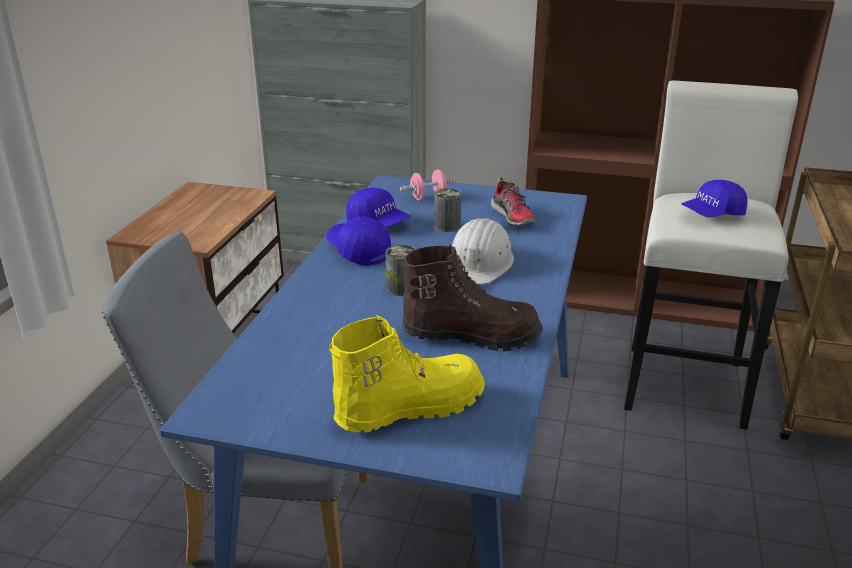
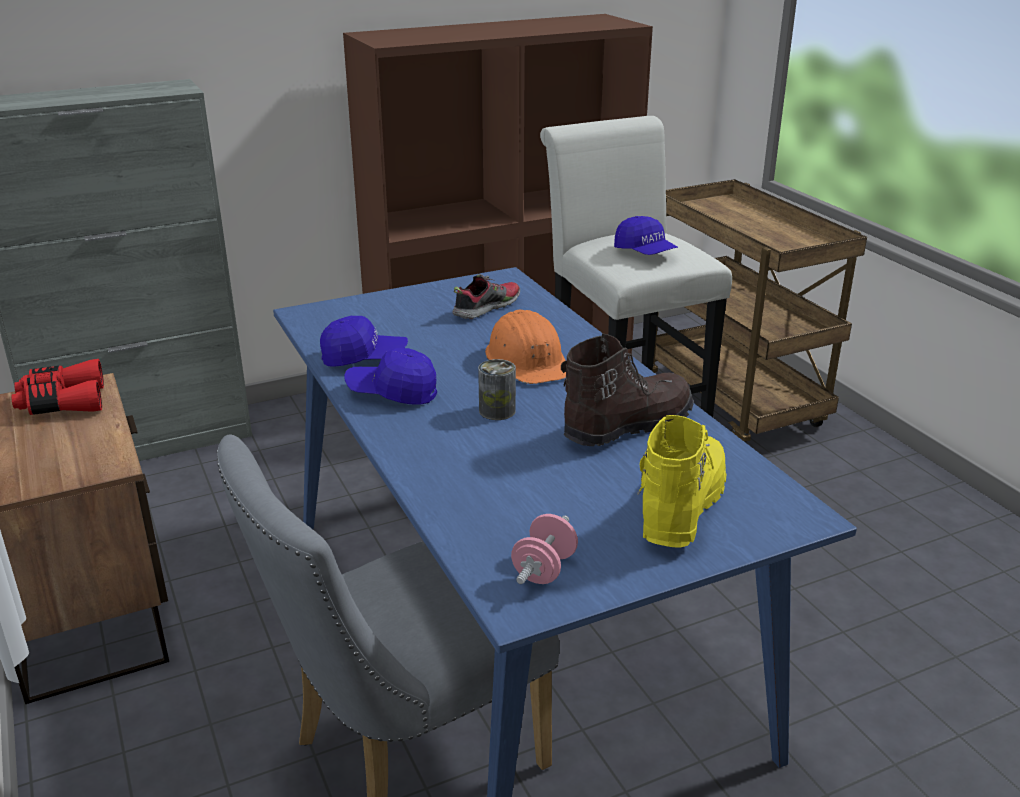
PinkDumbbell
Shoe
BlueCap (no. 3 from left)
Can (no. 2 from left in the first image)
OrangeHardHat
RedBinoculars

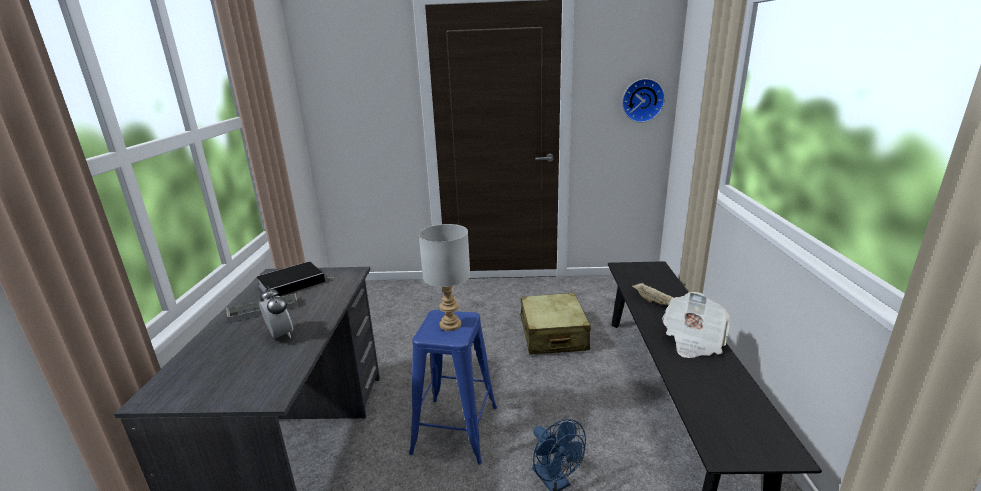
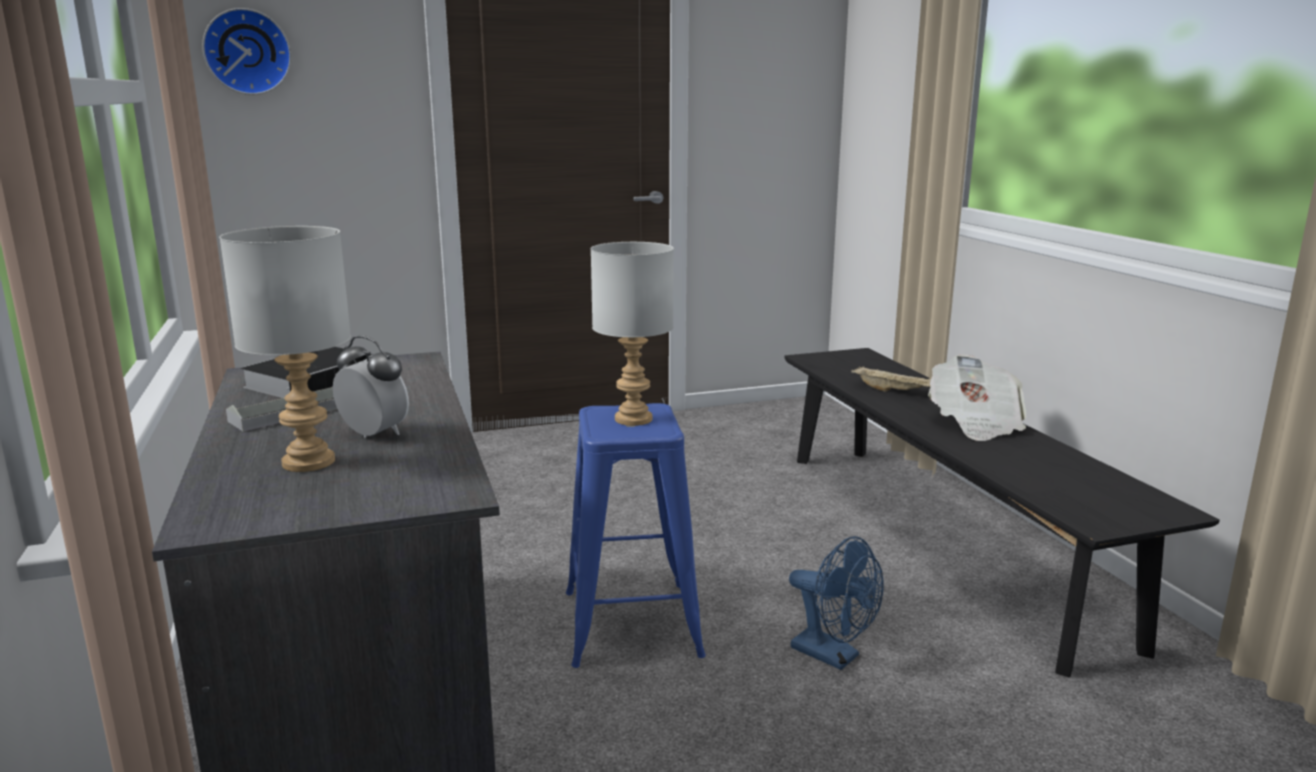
WallClock
BeigeSuitcase
GreyTableLamp (no. 1 from left)

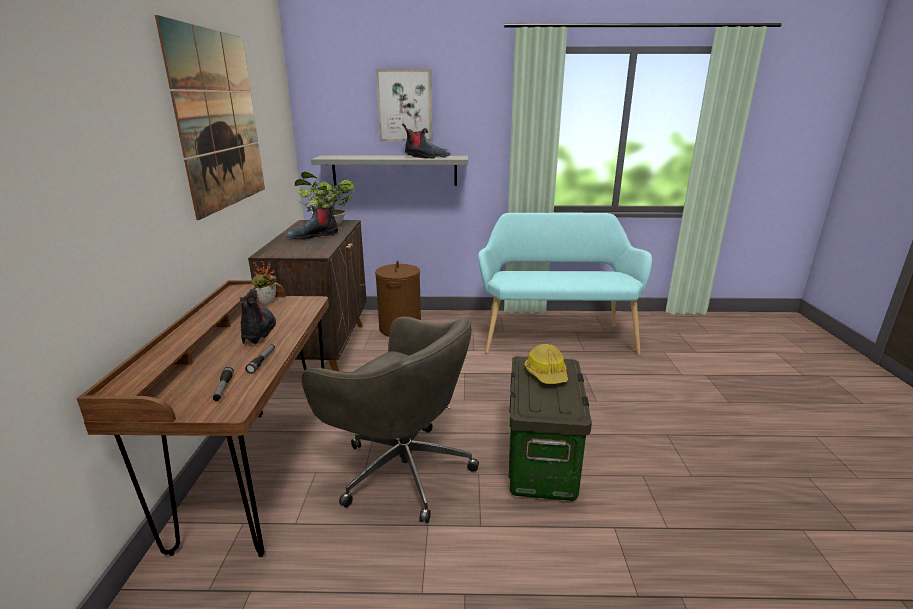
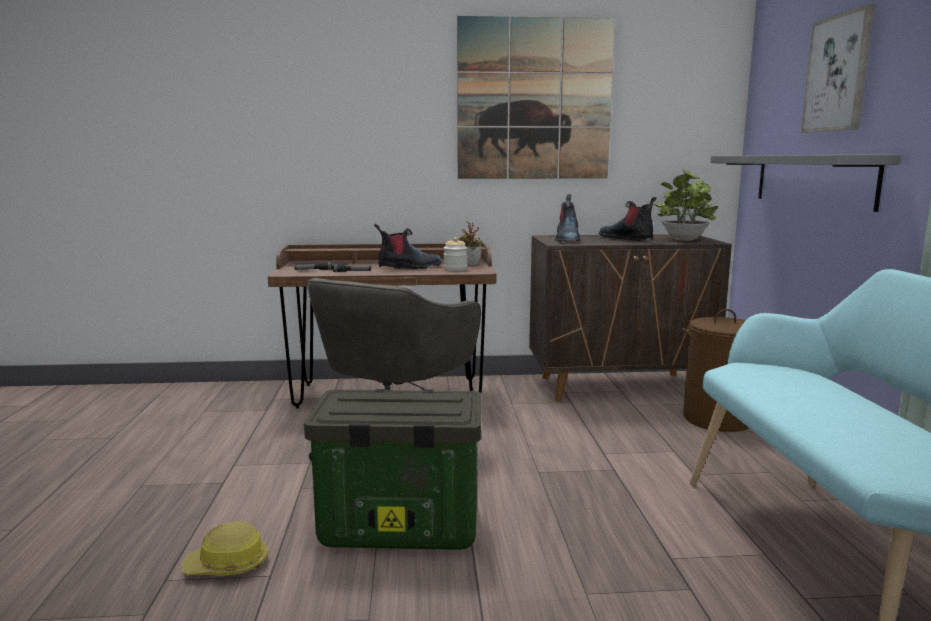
Boot (no. 2 from left)
HardHat
Jar

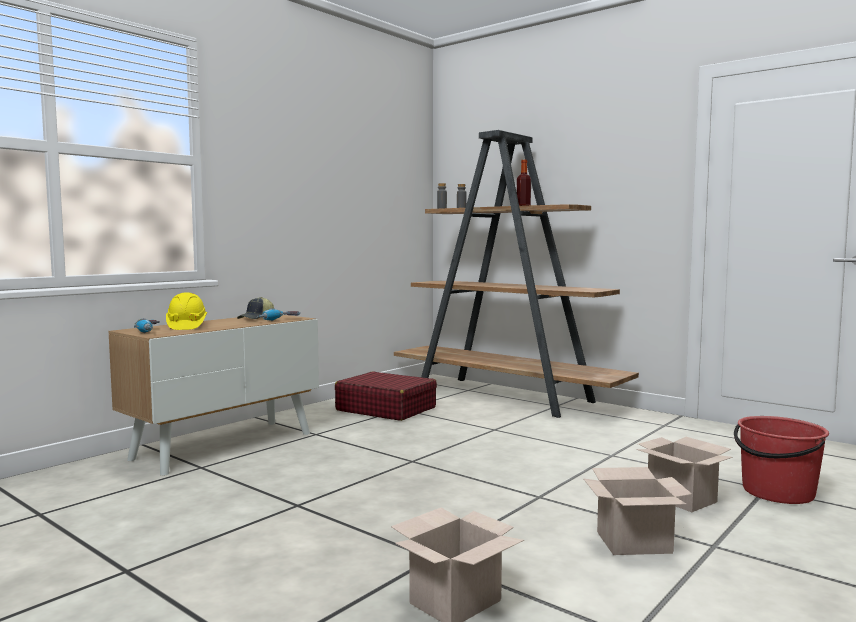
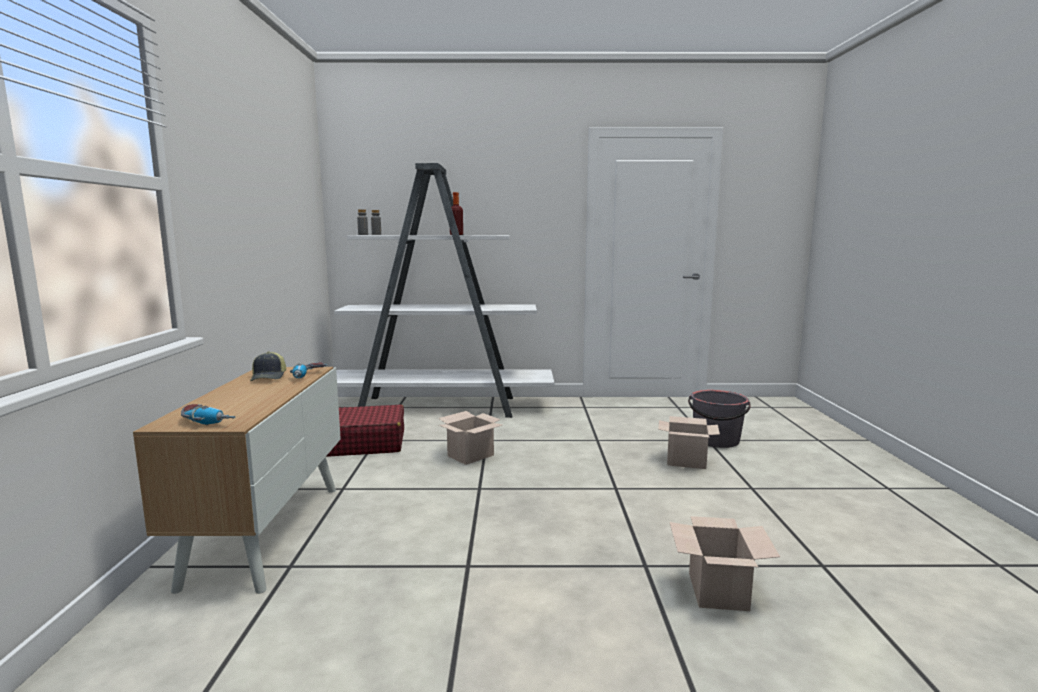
WhiteBookcase
YellowHardHat
GreyBucket
CardboardBox (no. 1 from left)

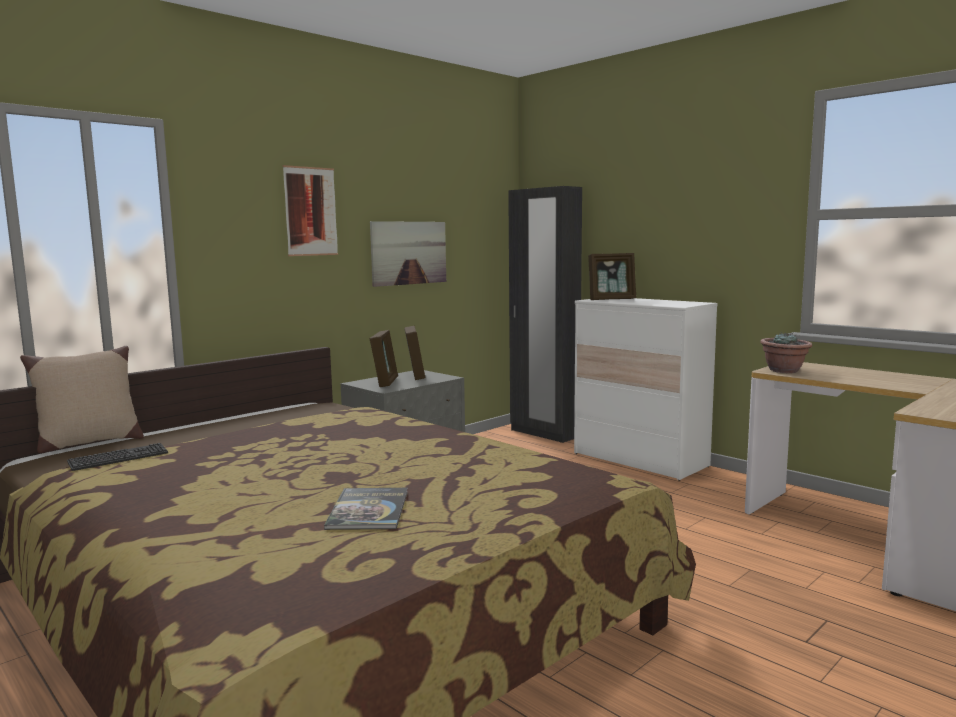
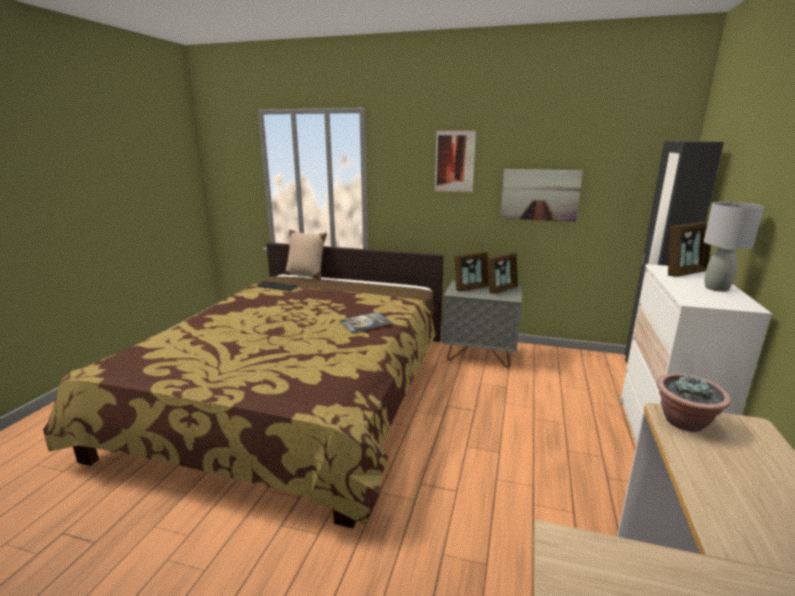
PictureFrame (no. 3 from left)
Book
GreyTableLamp

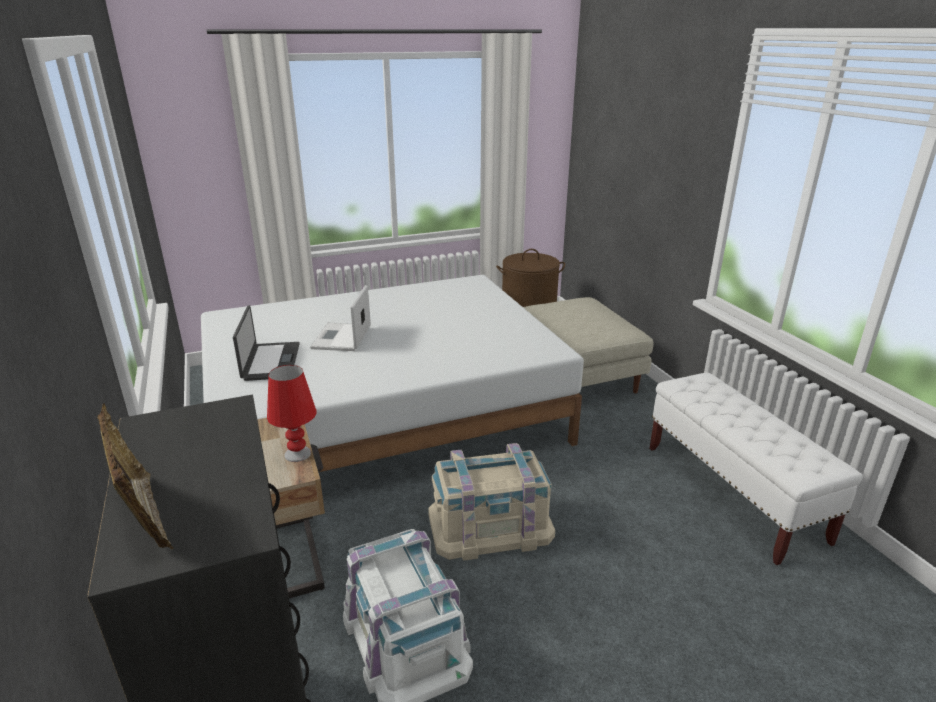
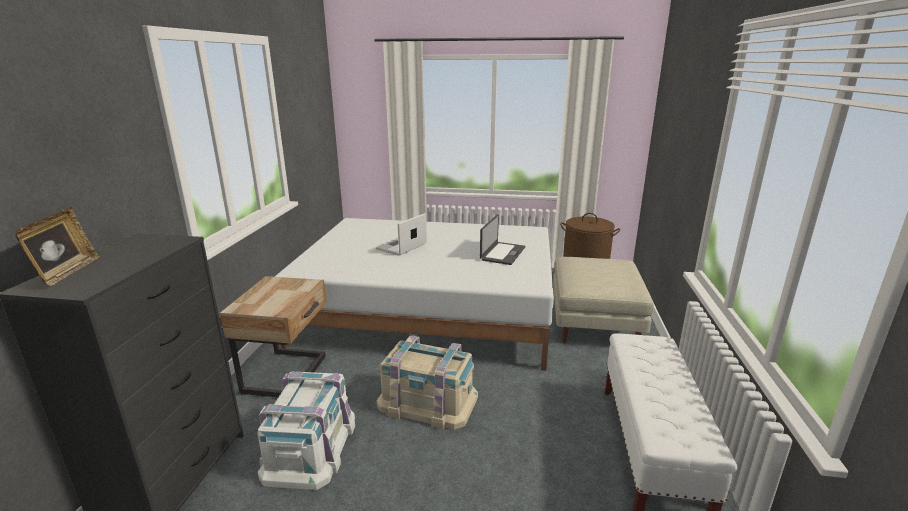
Laptop (no. 2 from left)
RedTableLamp

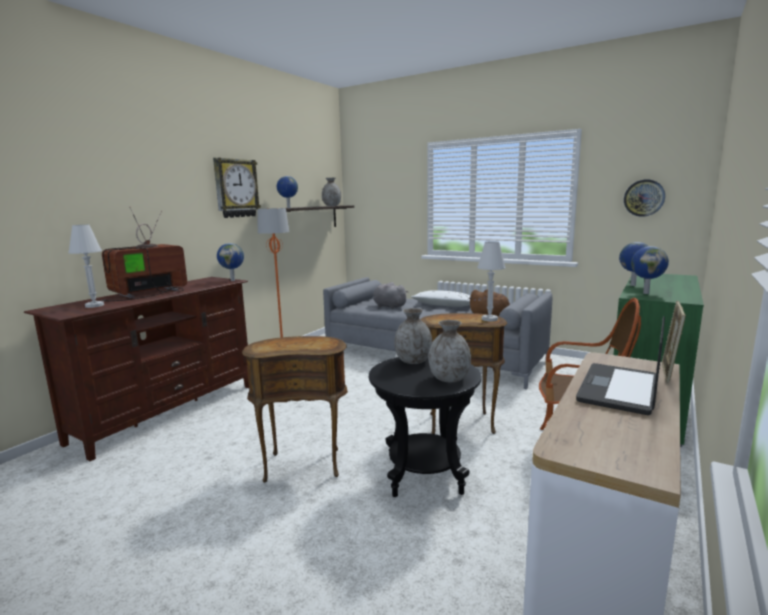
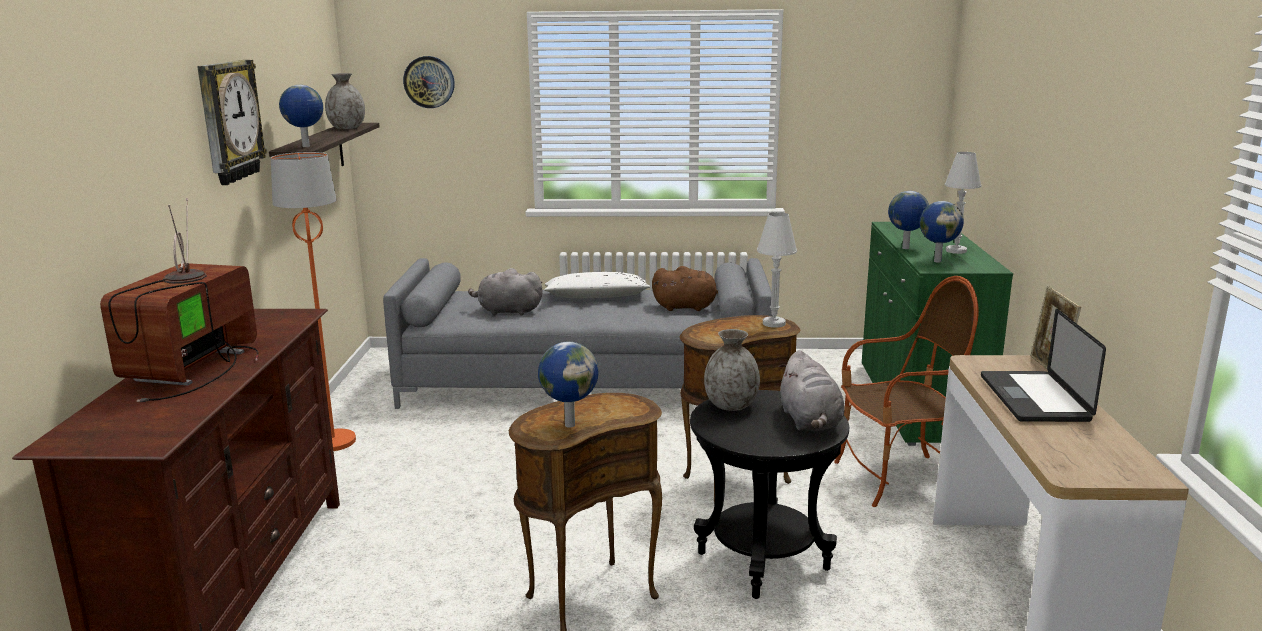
WallClock (no. 2 from left)
WhiteTableLamp (no. 2 from left)
Globe (no. 2 from left)
GreyPlushToy (no. 2 from left)

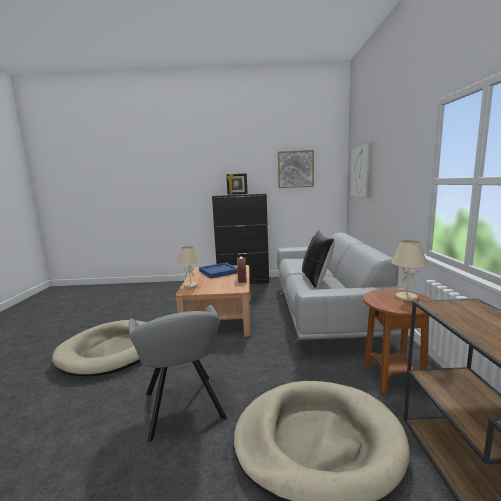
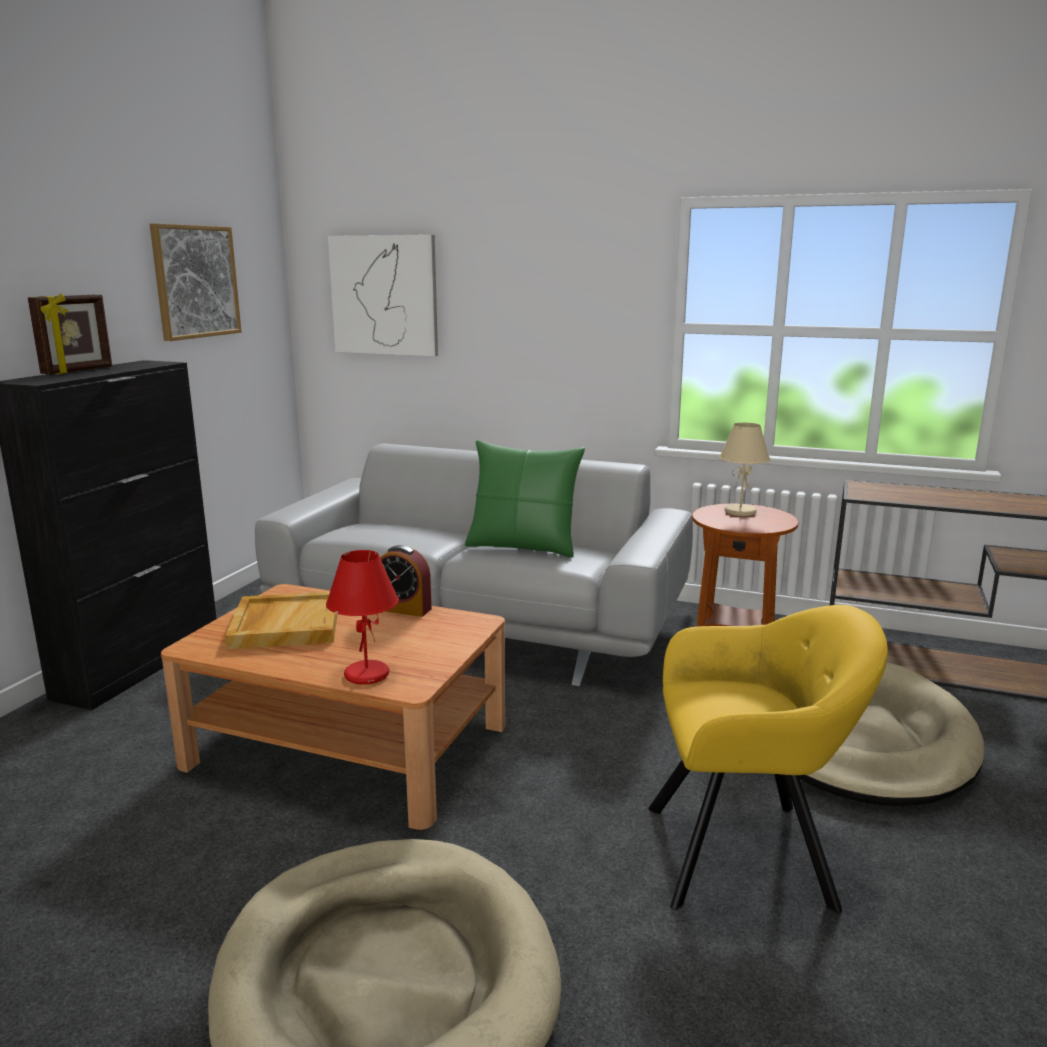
GreenPillow
RedTableLamp
BeigeTray
YellowArmchair

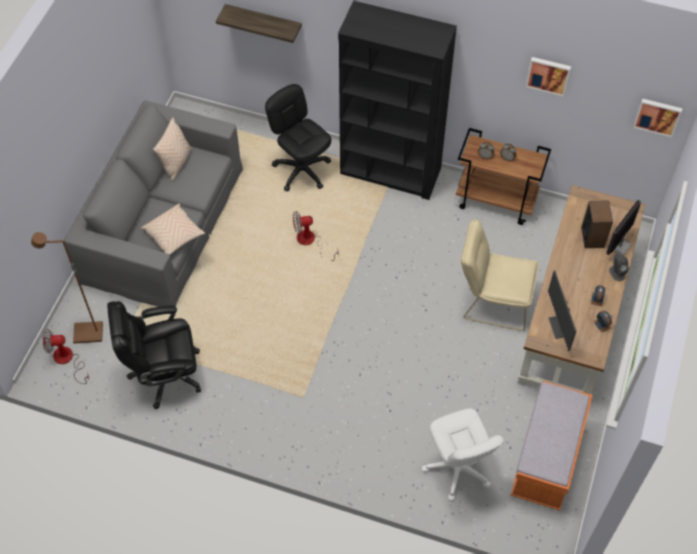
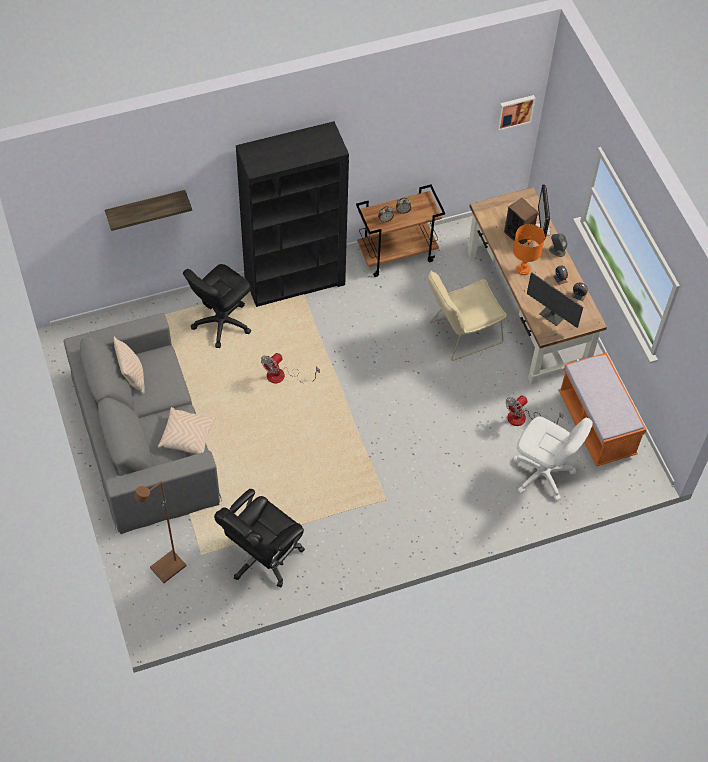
Picture (no. 1 from left in the first image)
BlackOfficeChair (no. 1 from left)
Fan (no. 2 from left)
OrangeTableLamp

